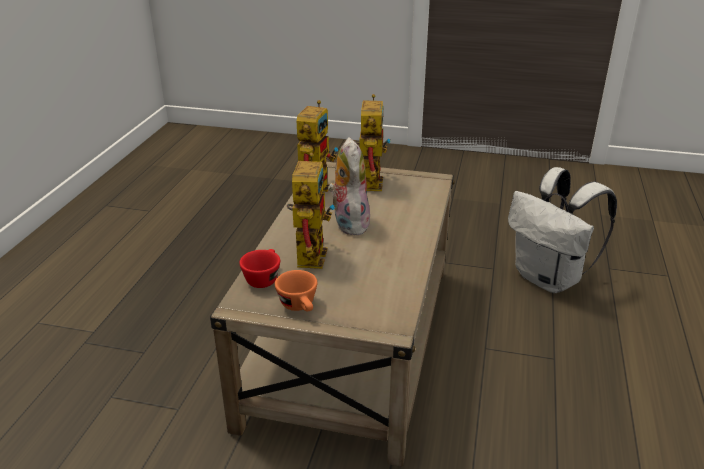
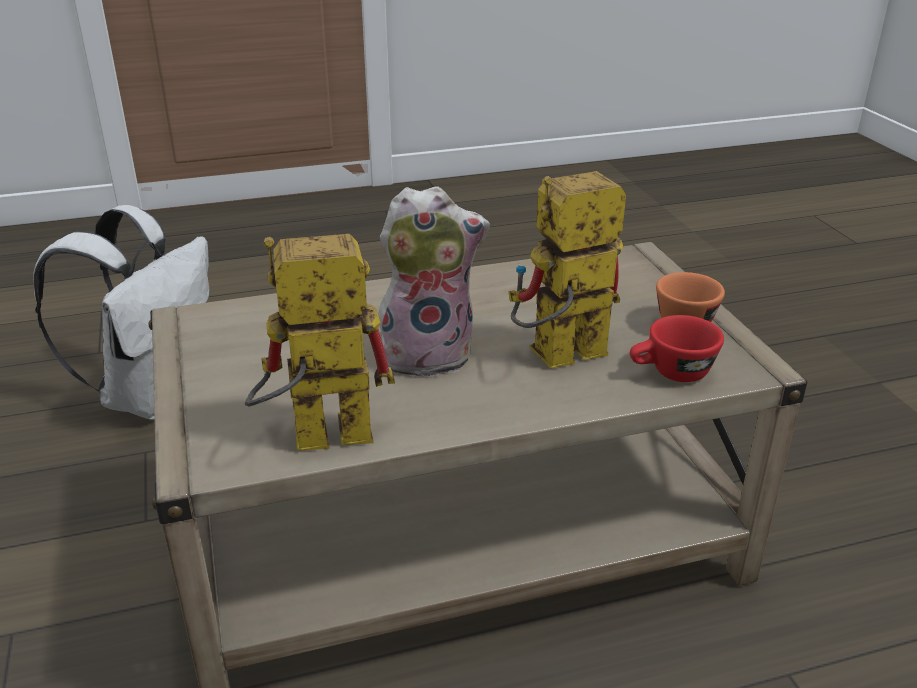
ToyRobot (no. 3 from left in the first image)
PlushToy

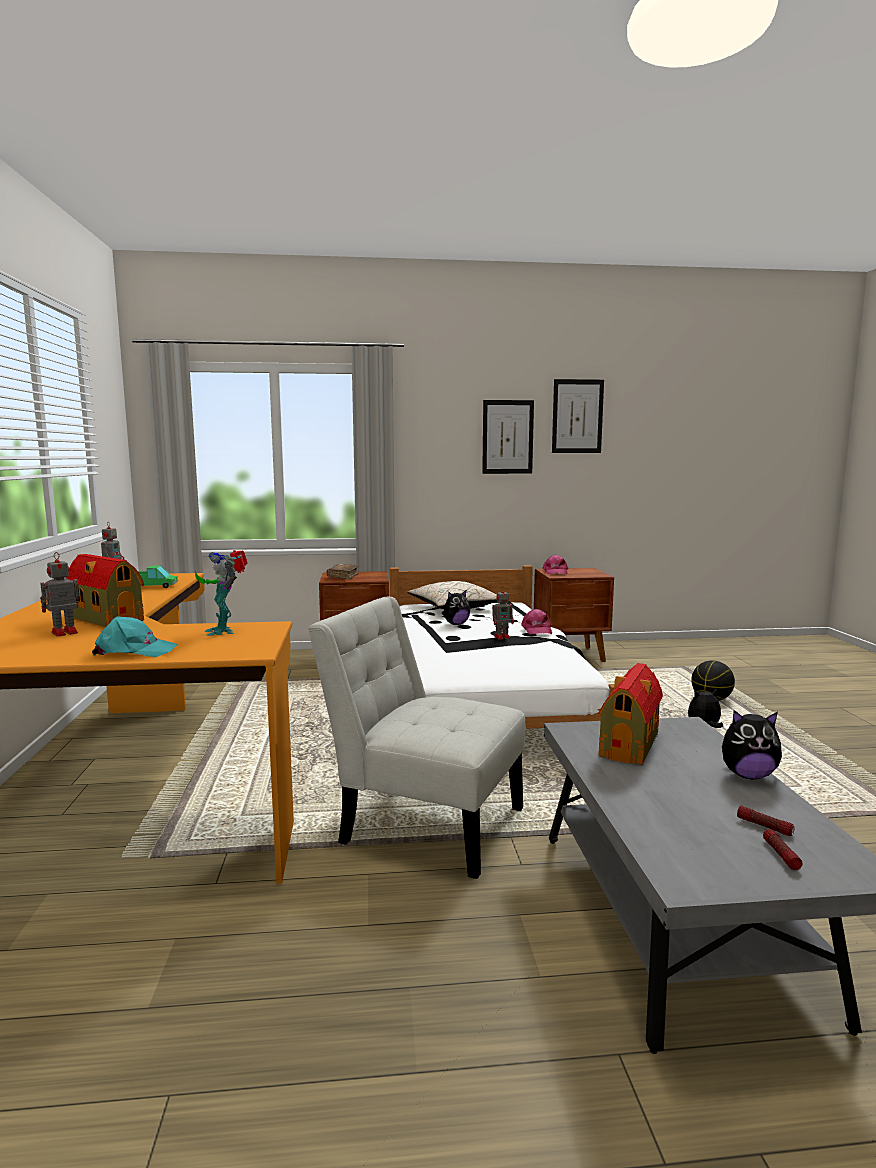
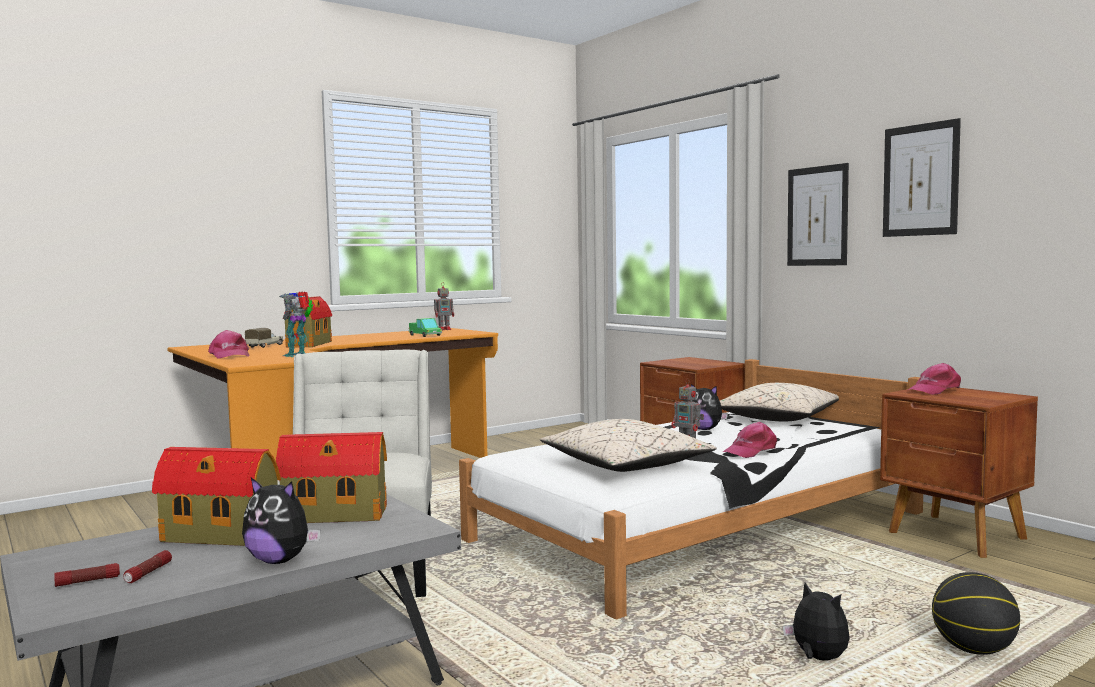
Picture (no. 1 from left)
ToyTruck (no. 1 from left)
BrownBook
PinkCap (no. 1 from left)
PlushToy (no. 1 from left)
BeigePillow (no. 1 from left)
ToyHouse (no. 1 from left)

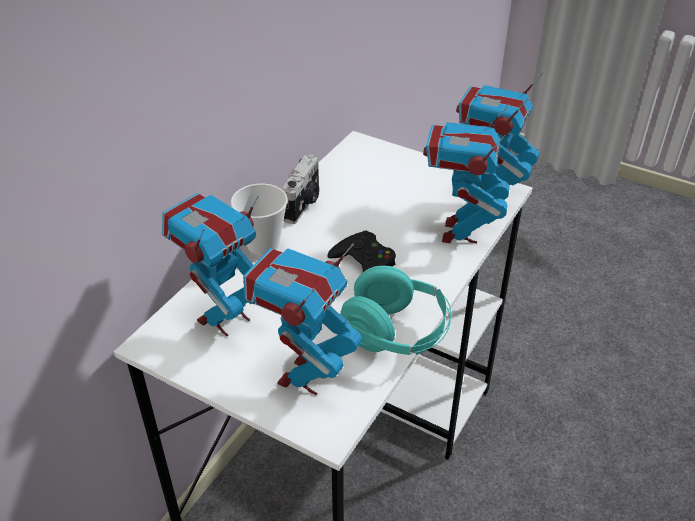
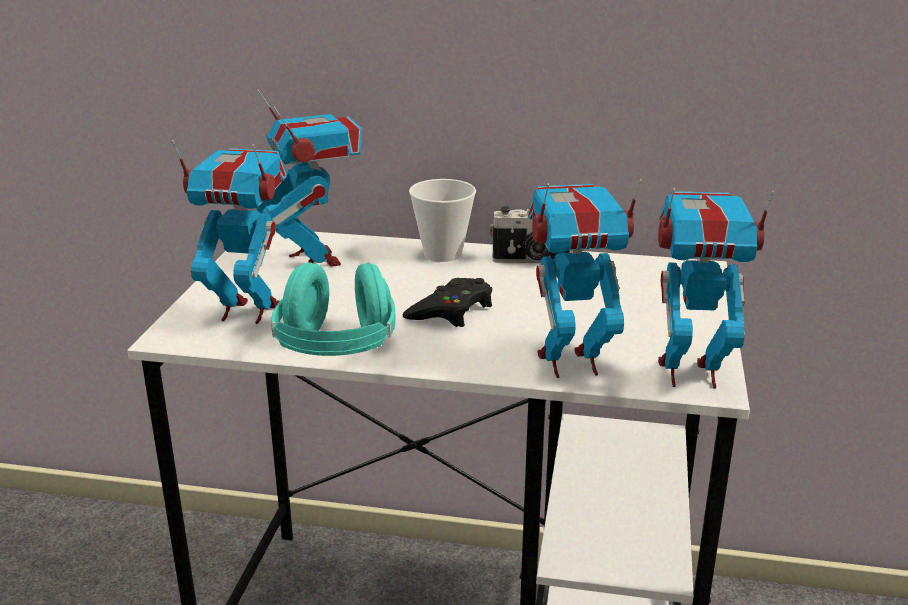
ToyRobot (no. 2 from left)

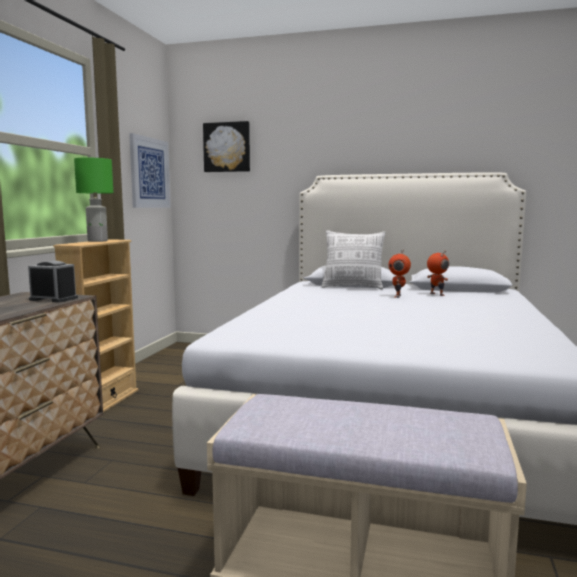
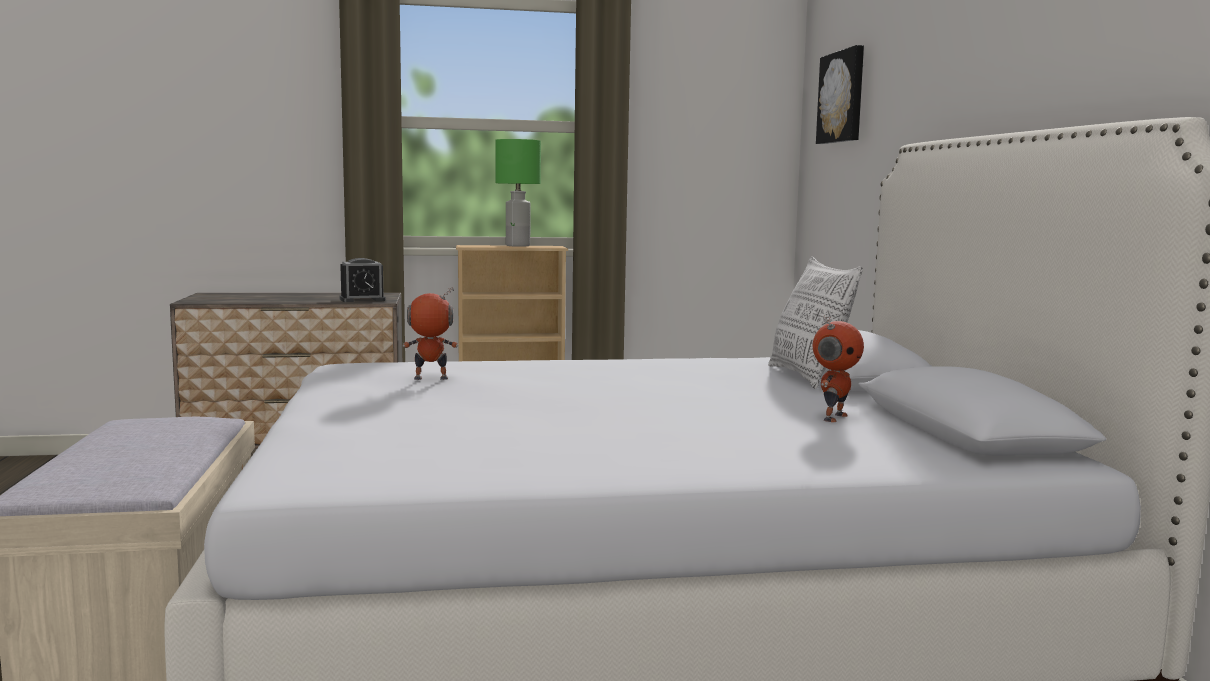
Picture (no. 1 from left in the first image)
ToyRobot (no. 1 from left)
AlarmClock

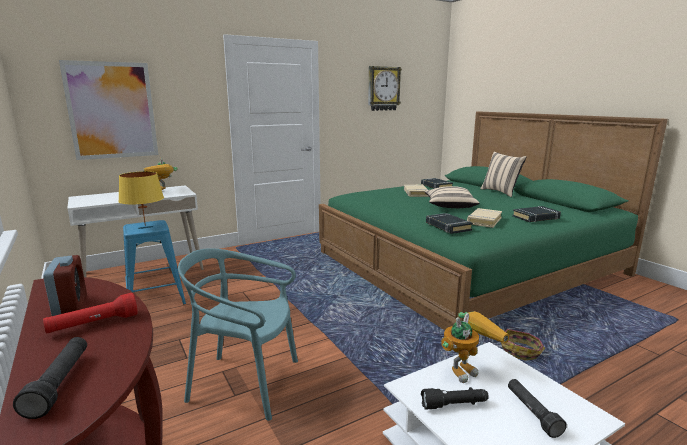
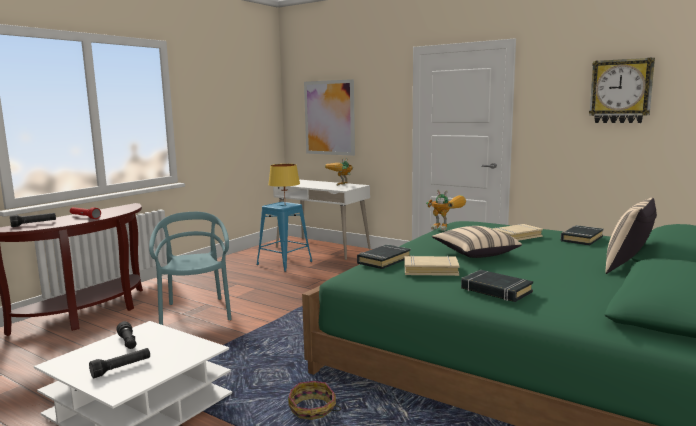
AlarmClock
ToyRobot (no. 2 from left)

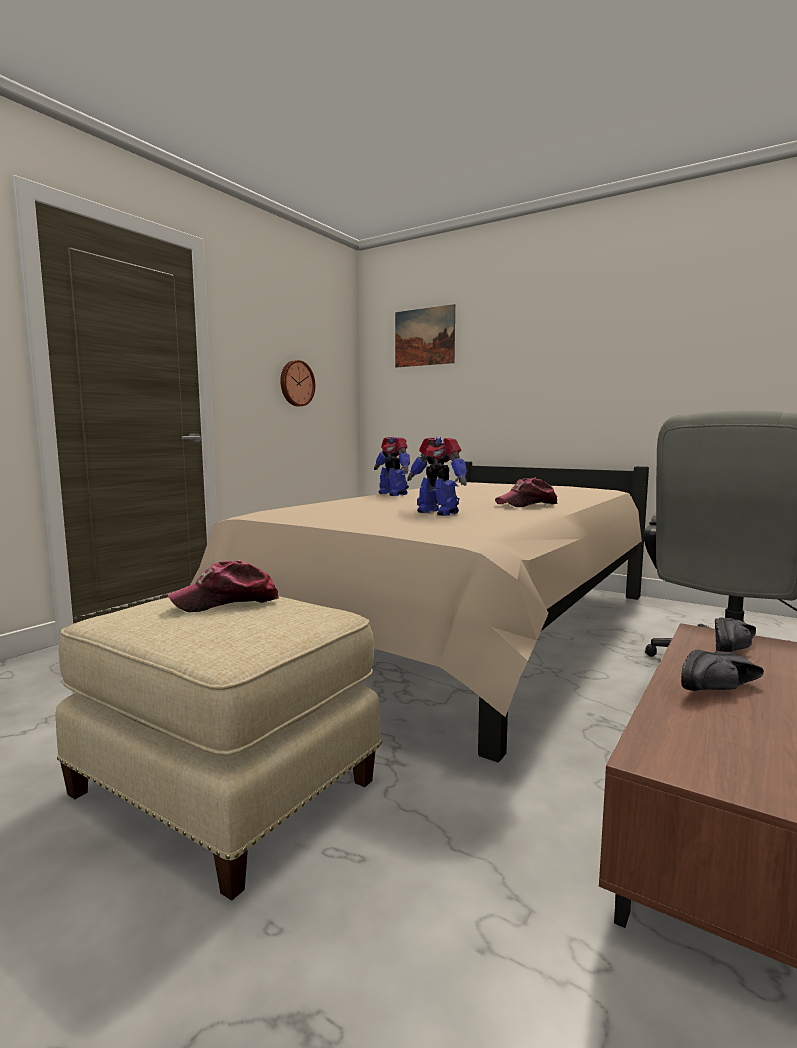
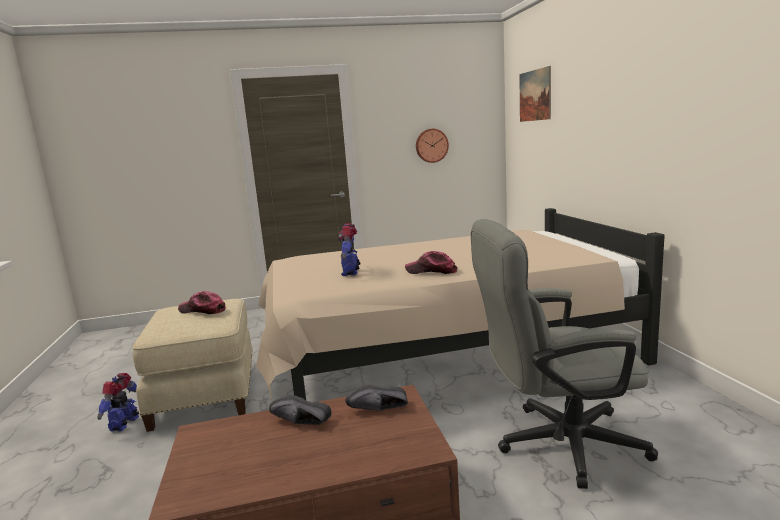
ToyRobot (no. 1 from left)

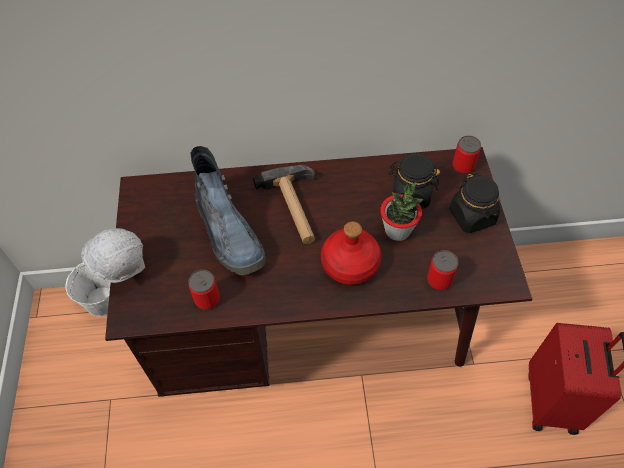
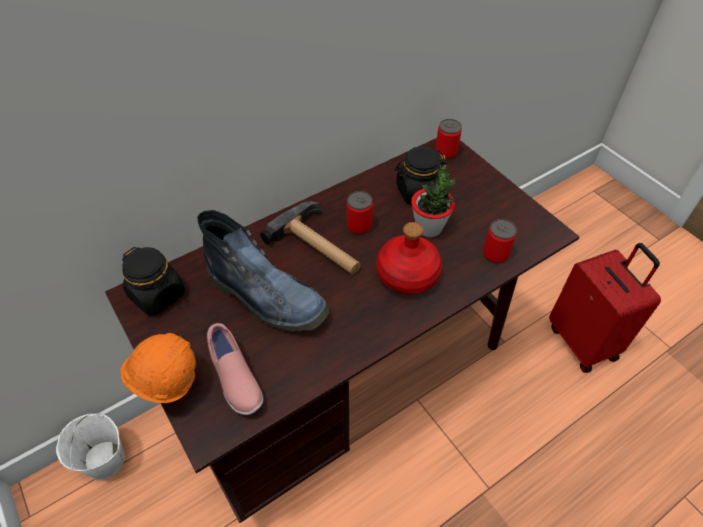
BlackJar (no. 1 from left)
OrangeHardHat
Can (no. 1 from left)
PinkShoe

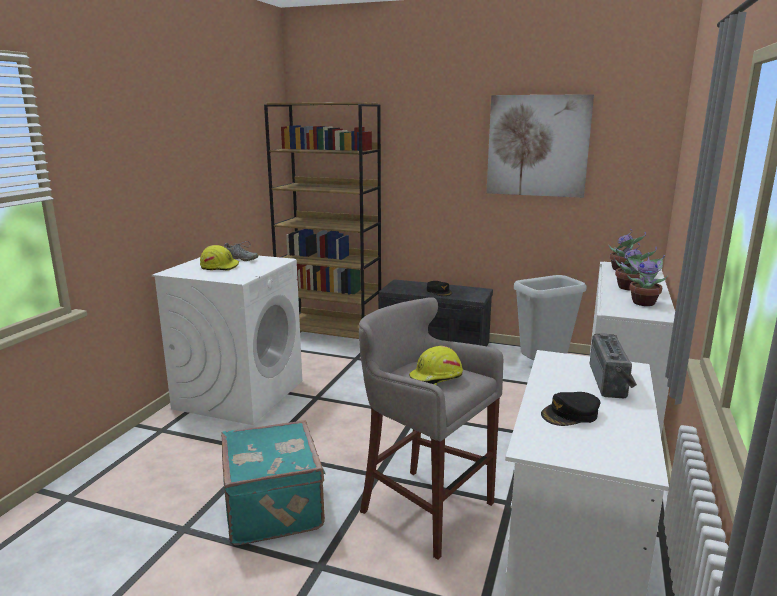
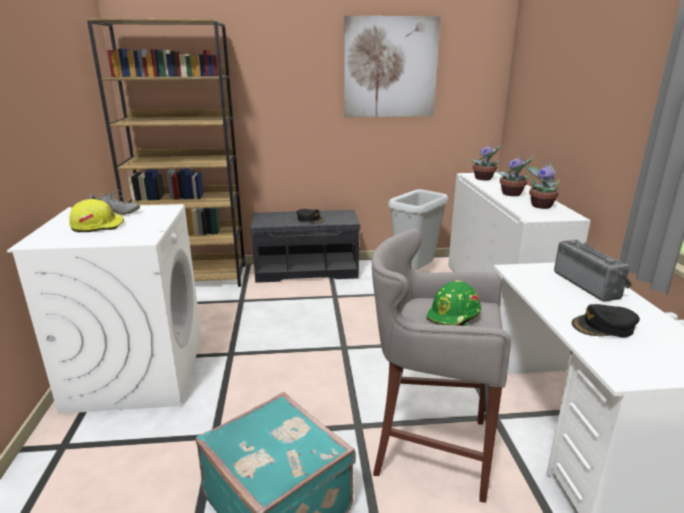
GreenHardHat
BlackCap (no. 2 from left)

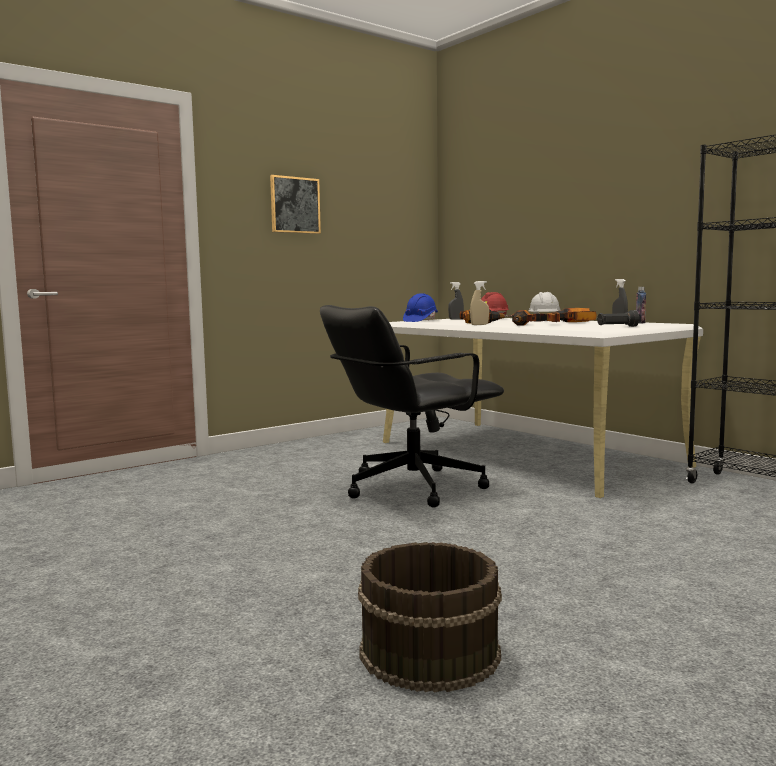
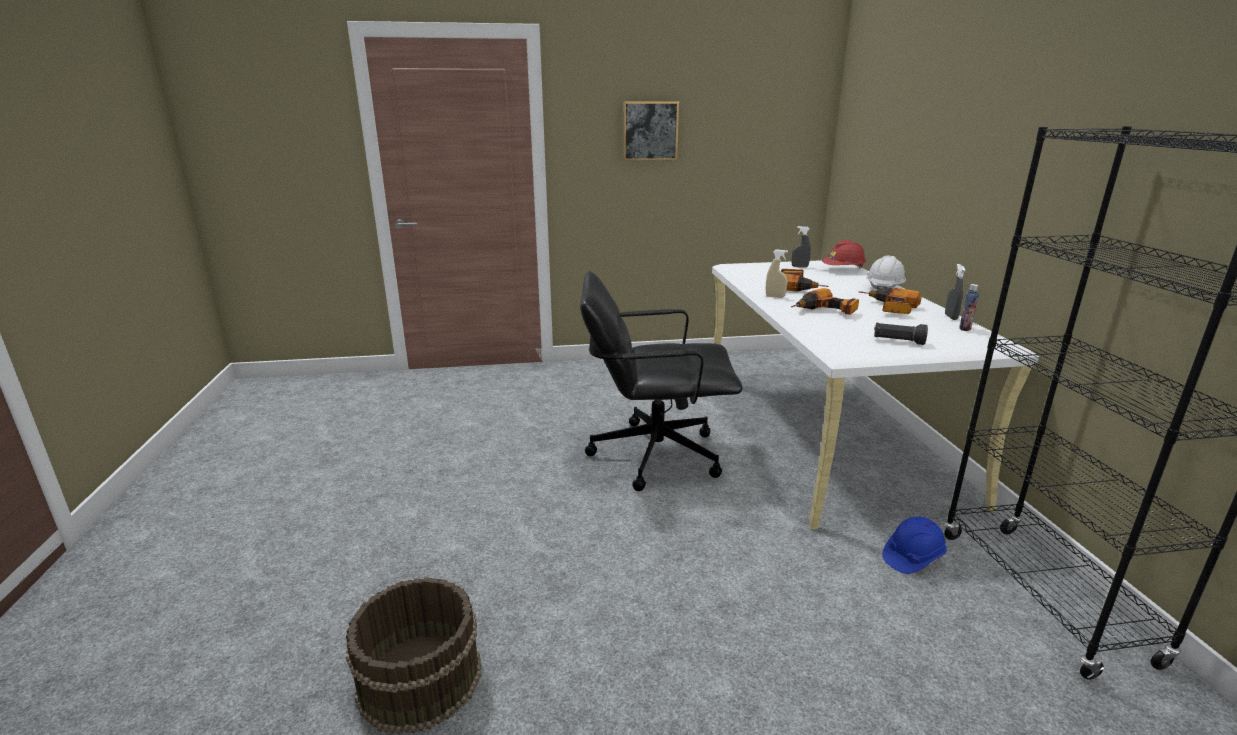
BlueHardHat

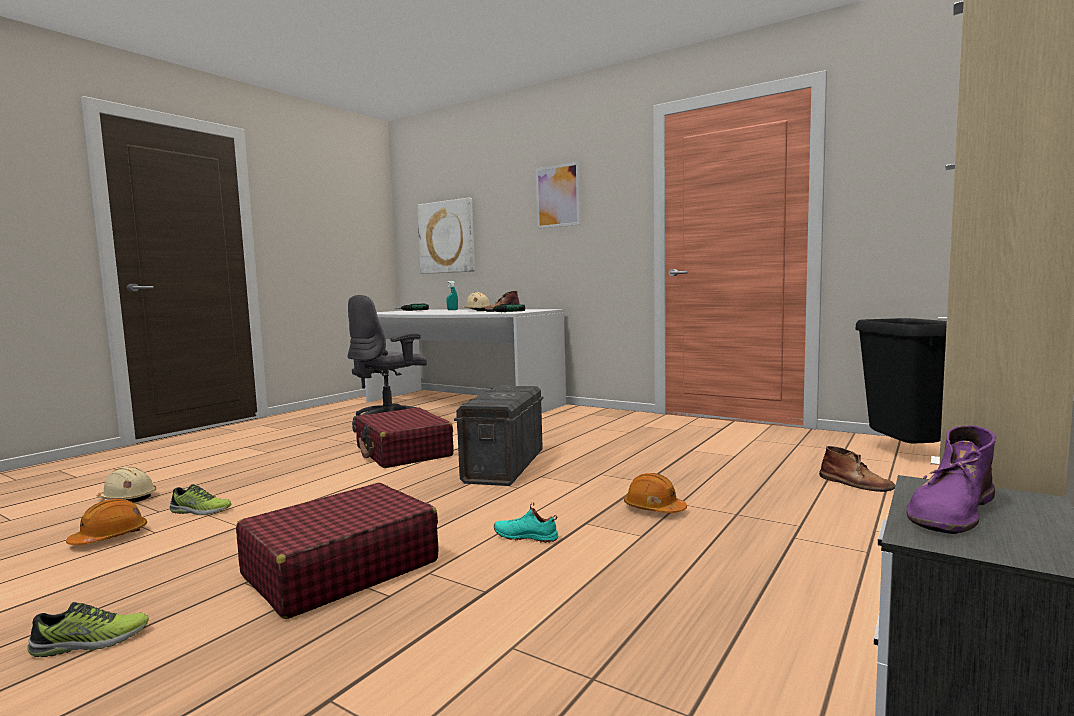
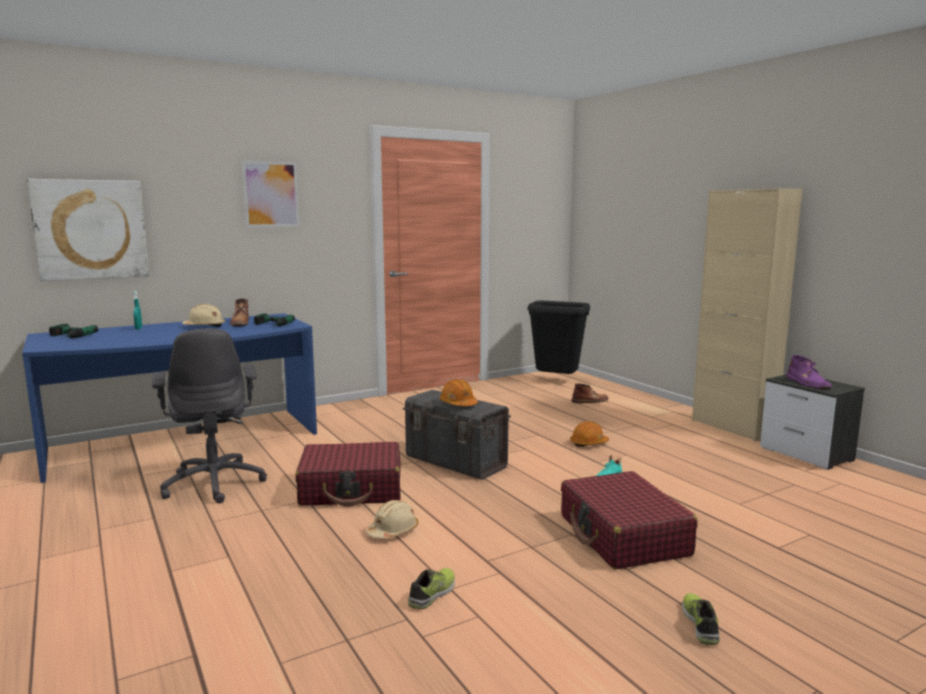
BlueDesk
BeigeHardHat (no. 2 from left)
OrangeHardHat (no. 1 from left)

